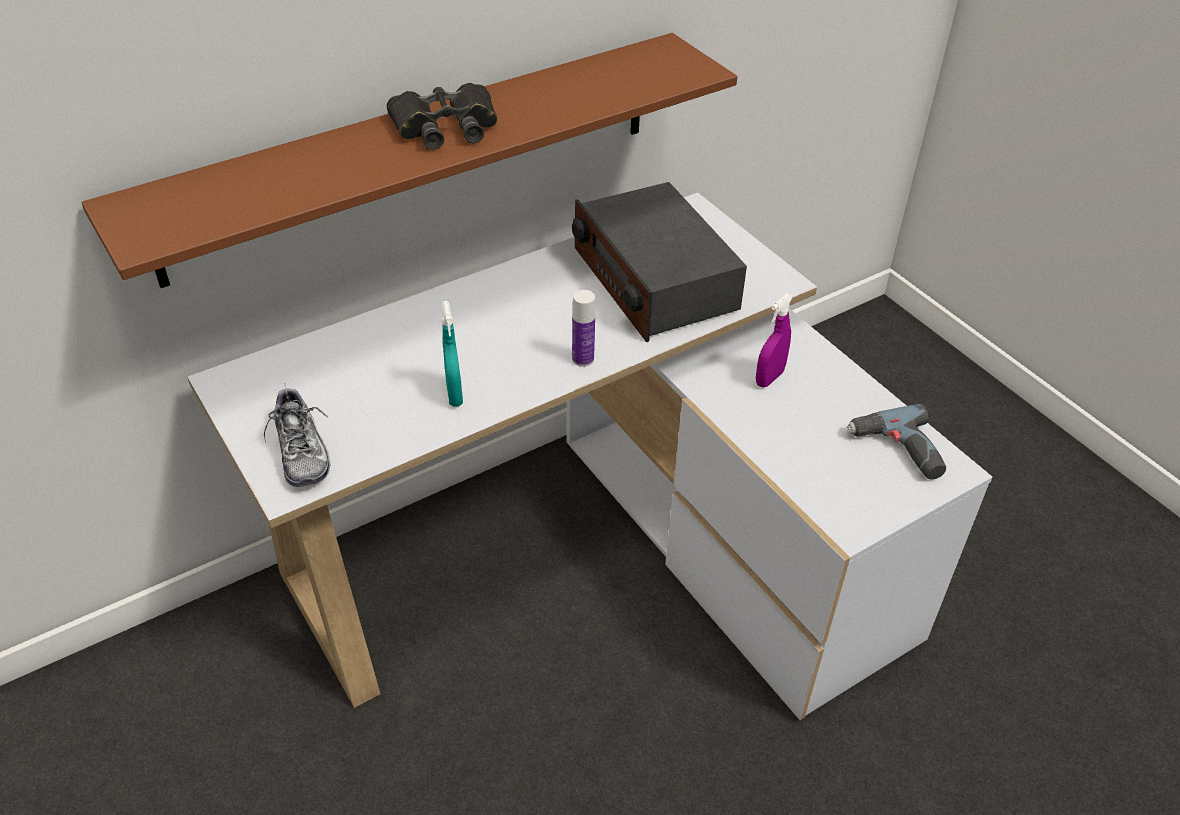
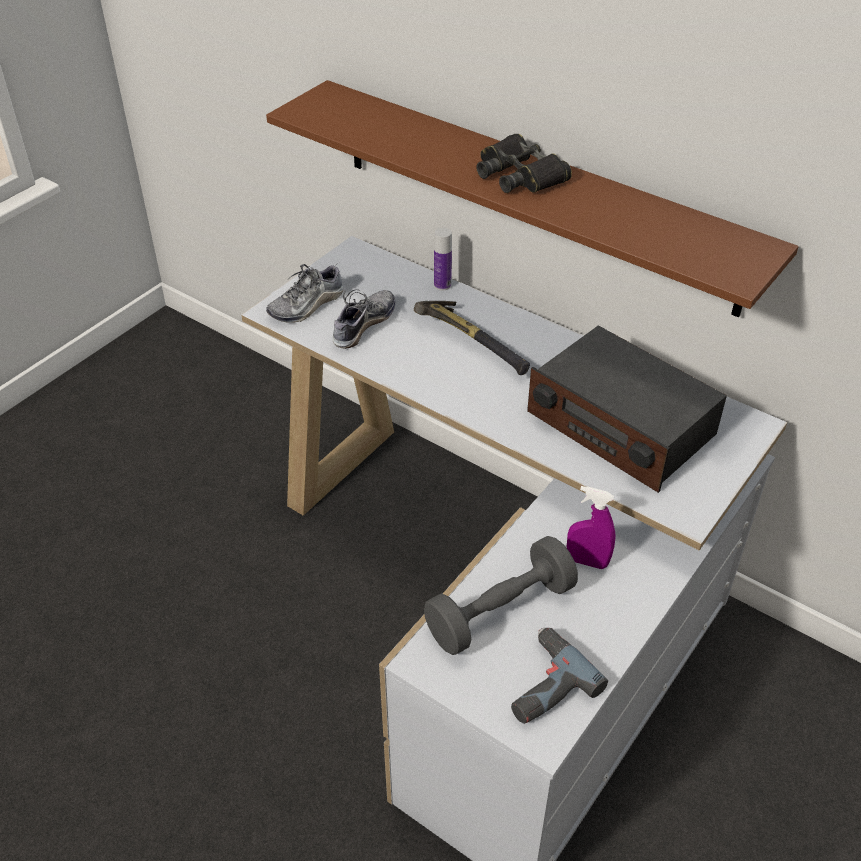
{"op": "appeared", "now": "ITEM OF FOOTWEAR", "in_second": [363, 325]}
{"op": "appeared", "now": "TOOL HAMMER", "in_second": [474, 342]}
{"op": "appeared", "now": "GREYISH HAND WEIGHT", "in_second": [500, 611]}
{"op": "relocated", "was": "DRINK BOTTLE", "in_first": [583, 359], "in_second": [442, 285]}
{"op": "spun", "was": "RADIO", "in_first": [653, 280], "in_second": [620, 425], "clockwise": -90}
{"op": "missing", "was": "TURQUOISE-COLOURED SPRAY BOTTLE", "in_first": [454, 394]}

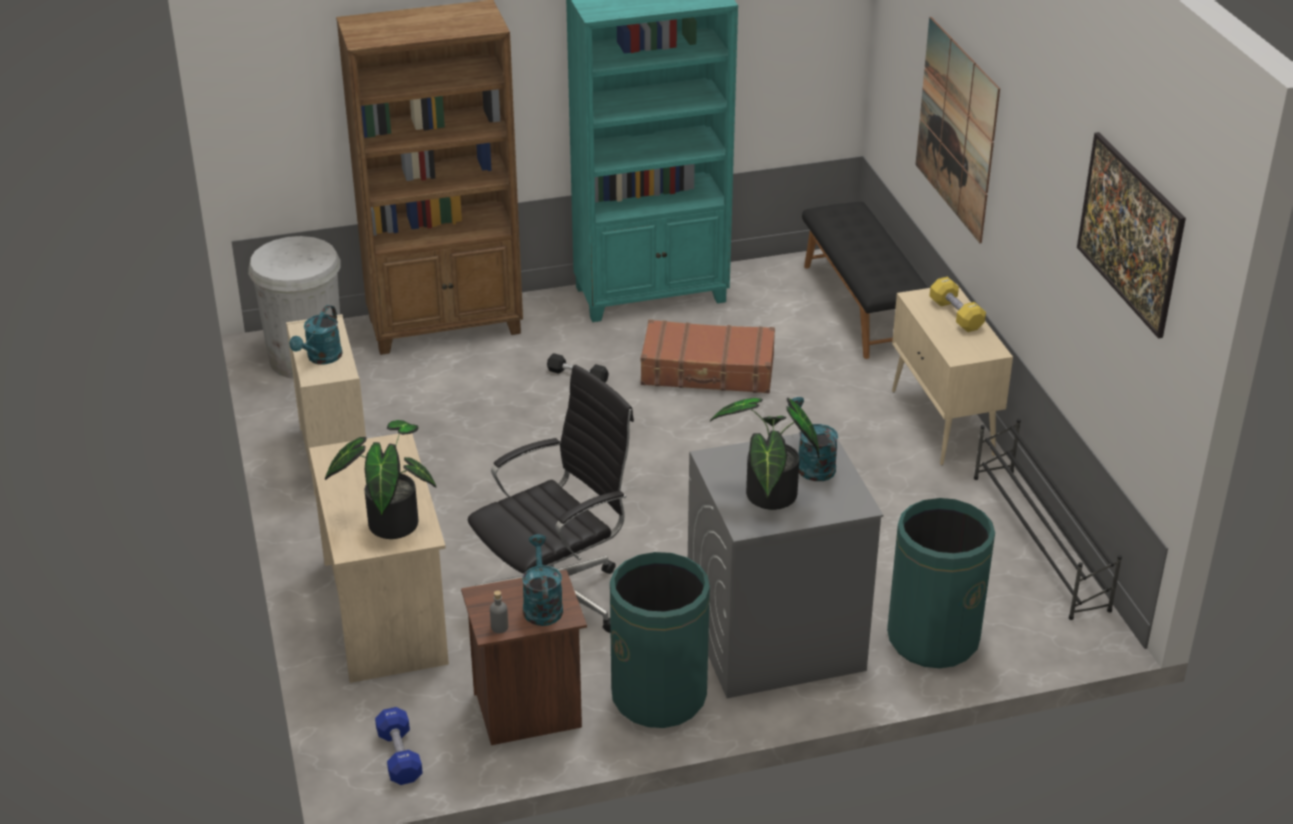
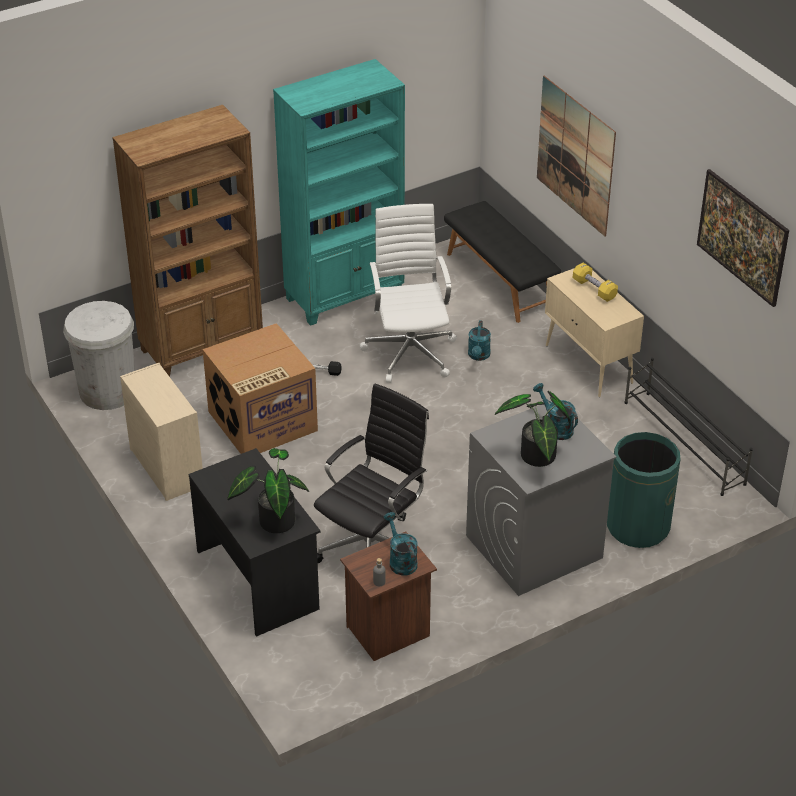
{"op": "colour", "was": "BEIGE-COLOURED DESK", "now": "BLACK-COLOURED DESK", "in_first": [387, 611], "in_second": [258, 578]}
{"op": "appeared", "now": "PACKING BOX", "in_second": [262, 422]}
{"op": "exchanged", "was": "BROWNISH TRAVEL CASE", "now": "WHITE OFFICE CHAIR", "in_first": [708, 371], "in_second": [410, 351]}
{"op": "relocated", "was": "TURQUOISE-COLOURED WATERING POT", "in_first": [321, 358], "in_second": [478, 356]}
{"op": "missing", "was": "BLUISH HAND WEIGHT", "in_first": [399, 756]}
{"op": "missing", "was": "GREENISH RUBBISH BIN", "in_first": [659, 696]}

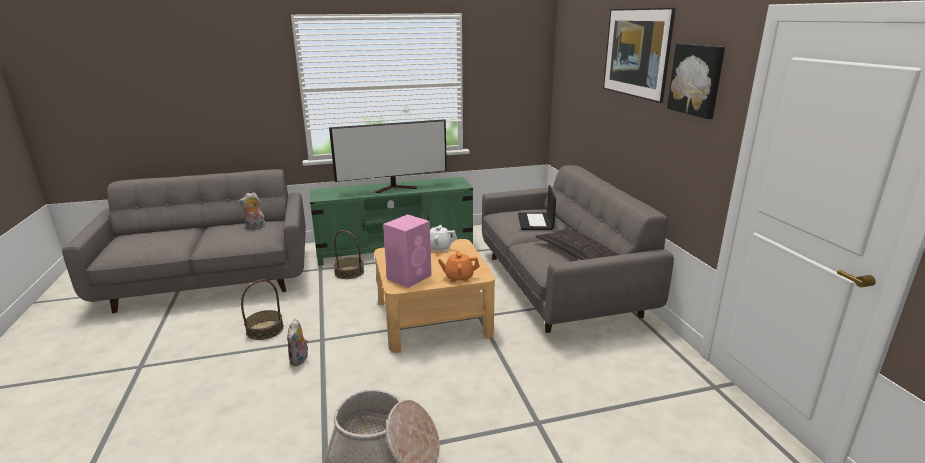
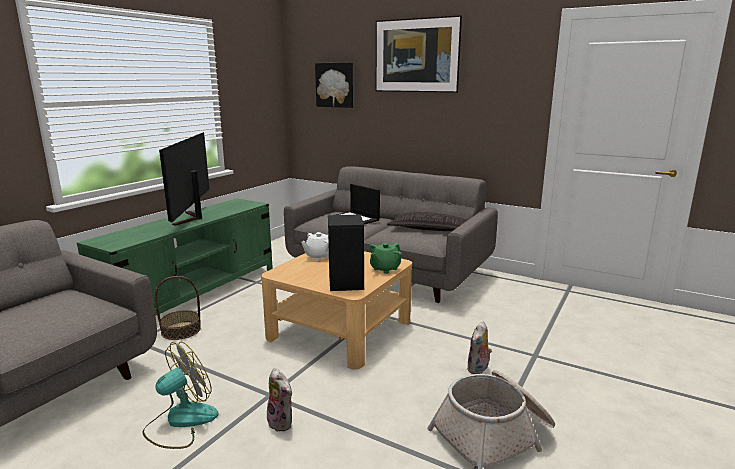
{"op": "exchanged", "was": "HOUSEHOLD BASKET", "now": "FAN", "in_first": [265, 330], "in_second": [180, 421]}
{"op": "spun", "was": "TV", "in_first": [396, 188], "in_second": [191, 219], "clockwise": 150}
{"op": "relocated", "was": "WALL PICTURE", "in_first": [696, 80], "in_second": [335, 85]}
{"op": "colour", "was": "PINK AUDIO SPEAKER", "now": "BLACK-COLOURED AUDIO SPEAKER", "in_first": [410, 277], "in_second": [346, 282]}
{"op": "colour", "was": "ORANGE-COLOURED TEAPOT", "now": "GREENISH TEAPOT", "in_first": [458, 277], "in_second": [385, 269]}
{"op": "relocated", "was": "PLUSH TOY", "in_first": [255, 227], "in_second": [478, 369]}

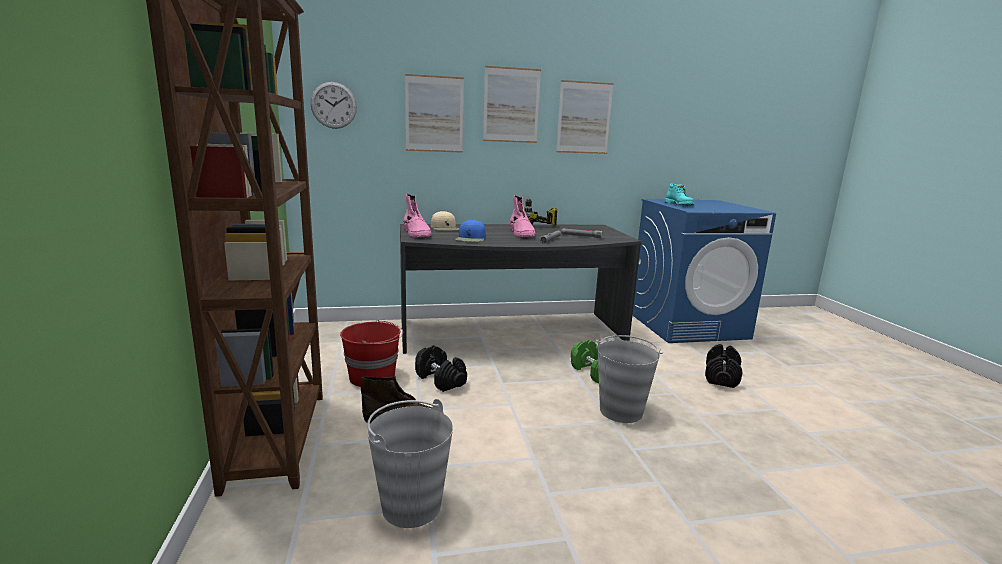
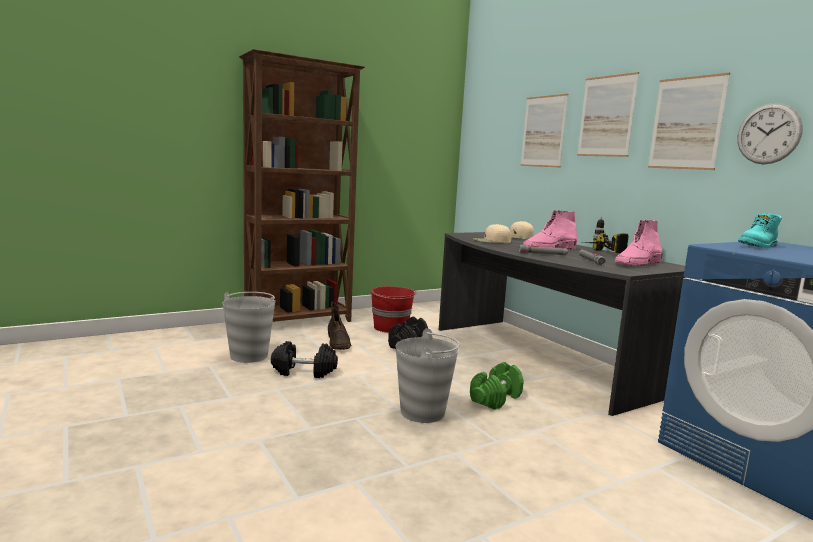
{"op": "relocated", "was": "BLACK-COLOURED HAND WEIGHT", "in_first": [721, 377], "in_second": [304, 372]}
{"op": "colour", "was": "BLUISH PEAKED CAP", "now": "BEIGE-COLOURED PEAKED CAP", "in_first": [471, 238], "in_second": [491, 241]}
{"op": "relocated", "was": "PINK HIGH-TOP BOOT", "in_first": [417, 234], "in_second": [637, 264]}
{"op": "relocated", "was": "CLOCK ON THE WALL", "in_first": [333, 105], "in_second": [768, 134]}

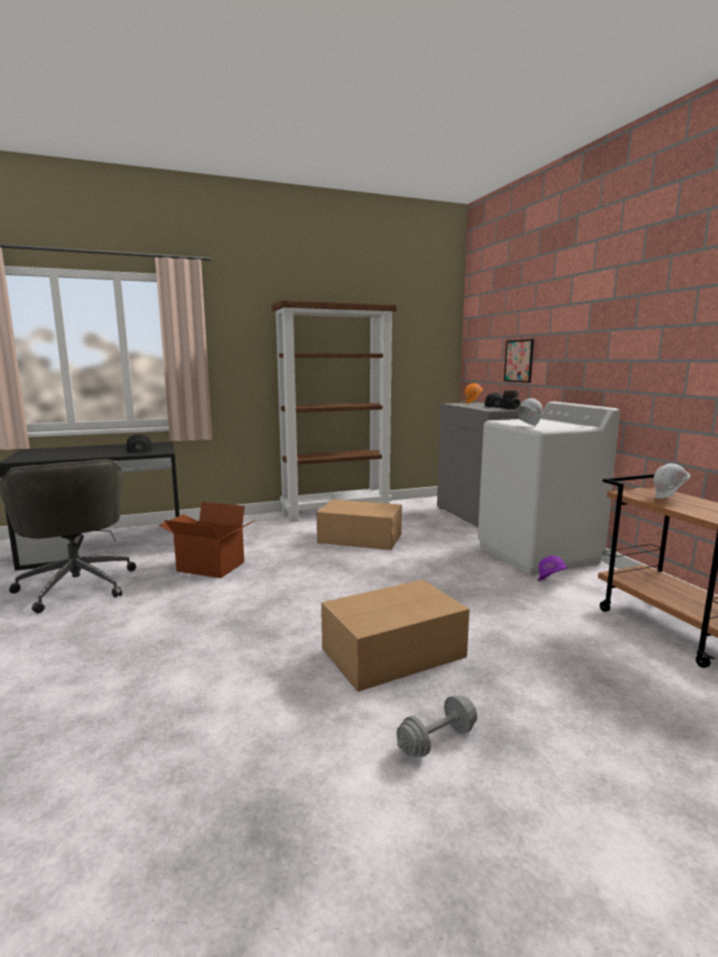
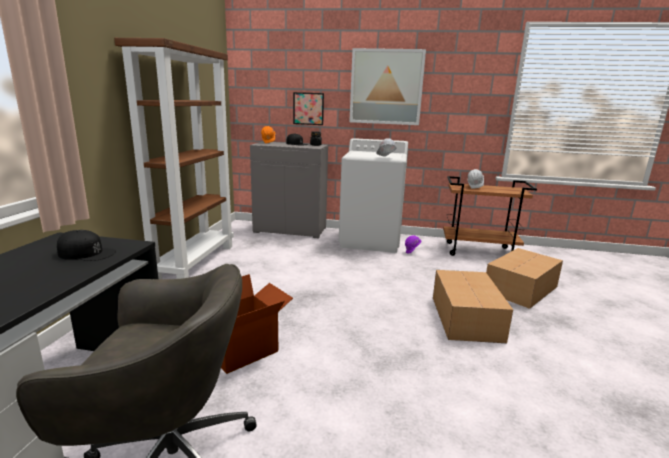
{"op": "appeared", "now": "WALL PICTURE", "in_second": [386, 87]}
{"op": "relocated", "was": "PACKING BOX", "in_first": [359, 538], "in_second": [519, 289]}
{"op": "missing", "was": "GREYISH HAND WEIGHT", "in_first": [437, 741]}

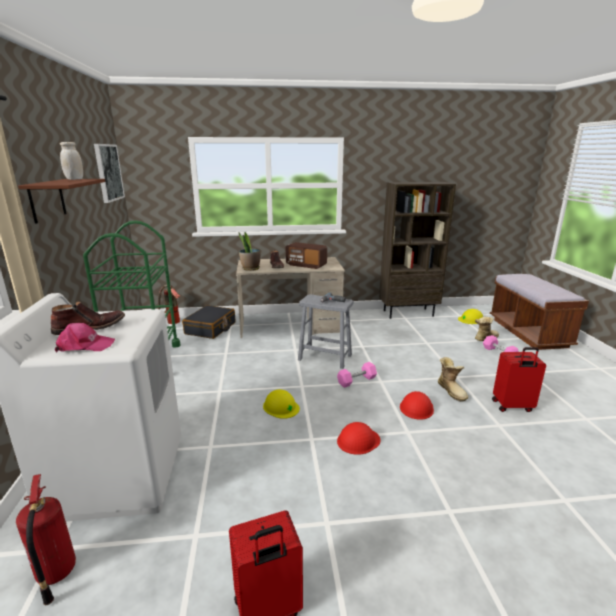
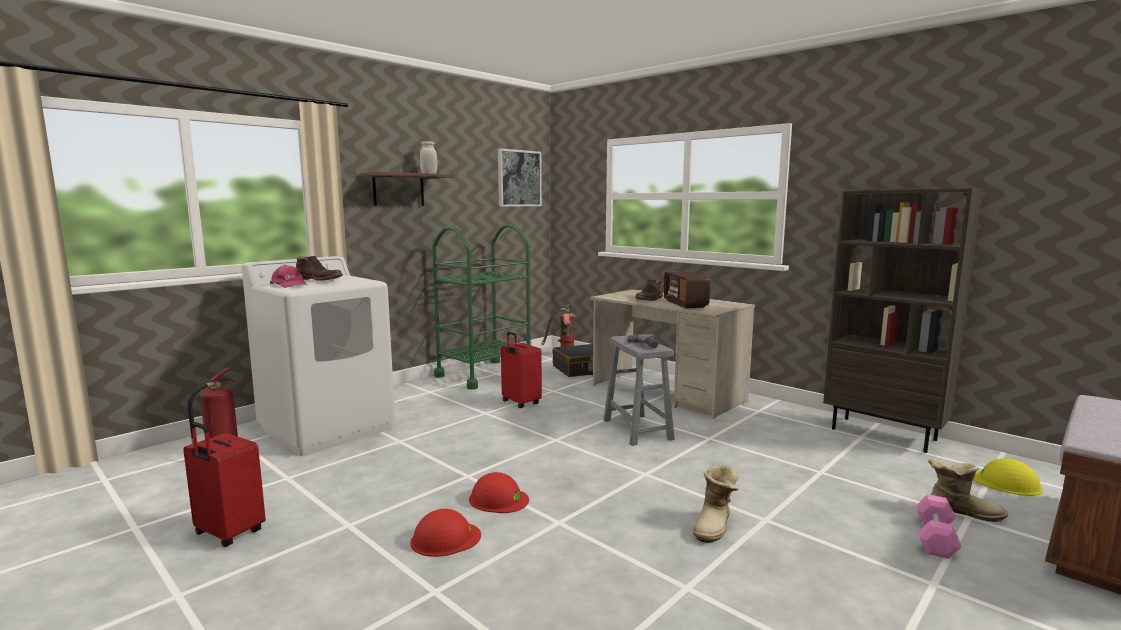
{"op": "relocated", "was": "RED WORK HELMET", "in_first": [416, 407], "in_second": [445, 538]}
{"op": "relocated", "was": "RED TRAVEL CASE", "in_first": [512, 406], "in_second": [520, 403]}
{"op": "missing", "was": "PLANT IN A POT", "in_first": [250, 269]}
{"op": "missing", "was": "YELLOW WORK HELMET", "in_first": [281, 407]}
{"op": "missing", "was": "PINK HAND WEIGHT", "in_first": [356, 380]}

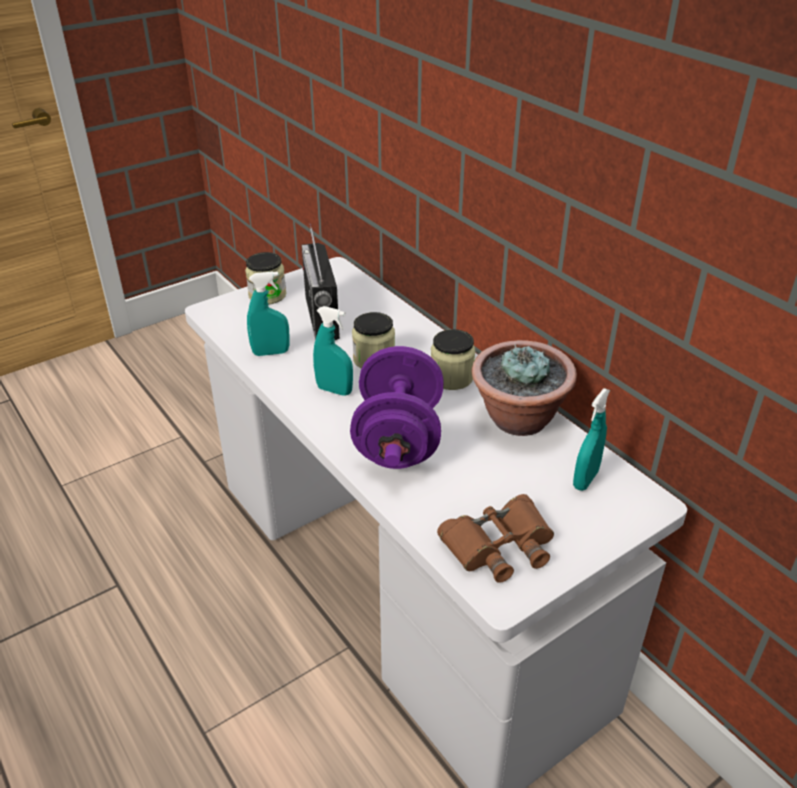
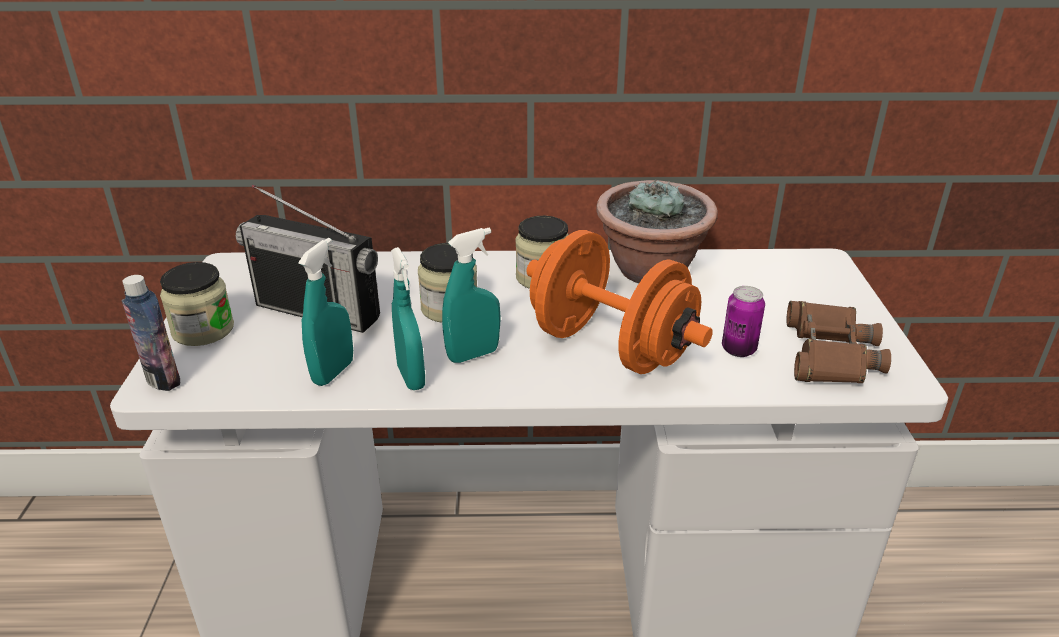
{"op": "appeared", "now": "DRINK BOTTLE", "in_second": [163, 380]}
{"op": "relocated", "was": "TURQUOISE-COLOURED SPRAY BOTTLE", "in_first": [585, 479], "in_second": [411, 377]}
{"op": "colour", "was": "PURPLISH HAND WEIGHT", "now": "ORANGE-COLOURED HAND WEIGHT", "in_first": [398, 439], "in_second": [610, 347]}
{"op": "appeared", "now": "SEALED CAN", "in_second": [738, 349]}

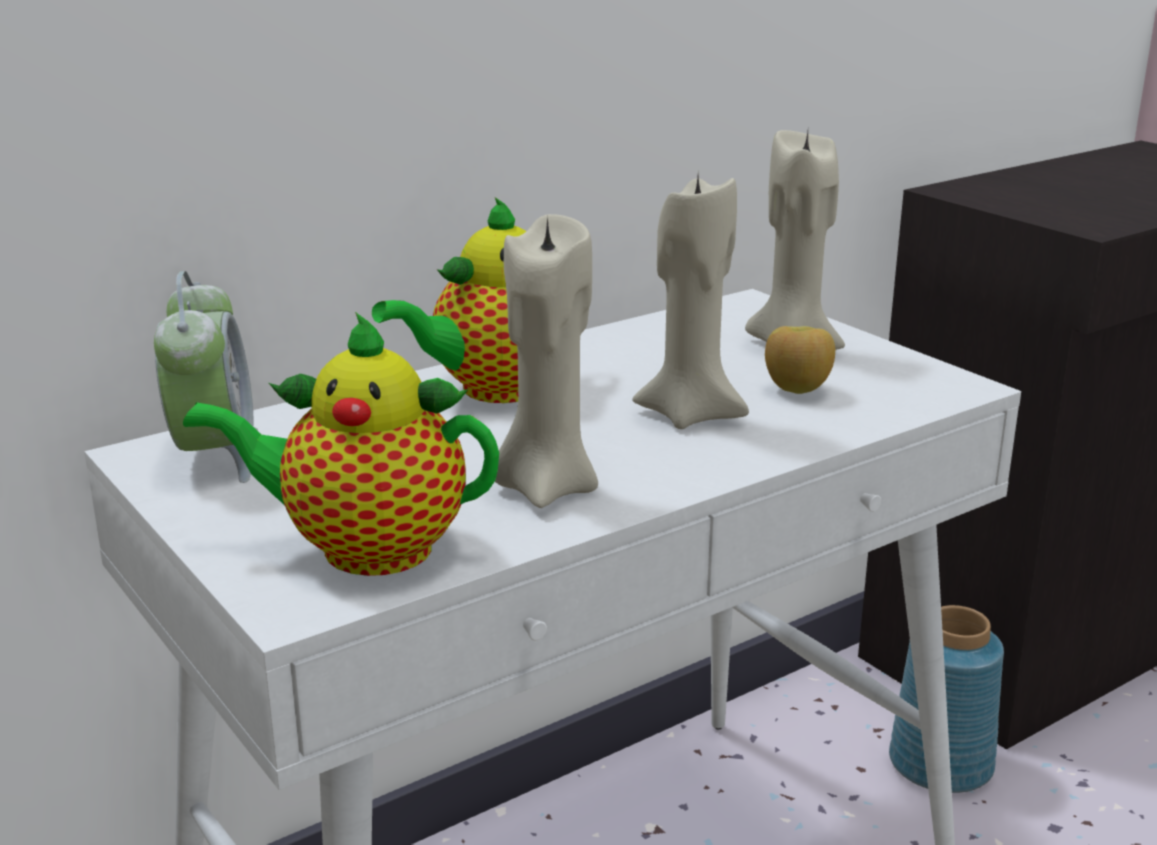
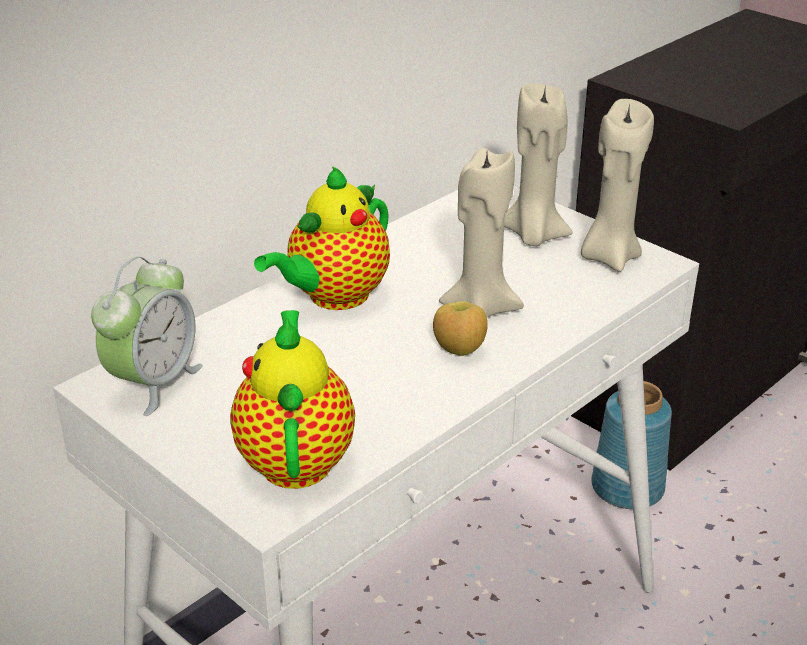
{"op": "spun", "was": "BEDSIDE CLOCK", "in_first": [215, 456], "in_second": [154, 383], "clockwise": 45}
{"op": "spun", "was": "TEAPOT", "in_first": [364, 549], "in_second": [296, 457], "clockwise": 90}
{"op": "relocated", "was": "APPLE", "in_first": [797, 390], "in_second": [459, 350]}
{"op": "relocated", "was": "BEIGE-COLOURED WAX LIGHT", "in_first": [546, 487], "in_second": [609, 257]}

